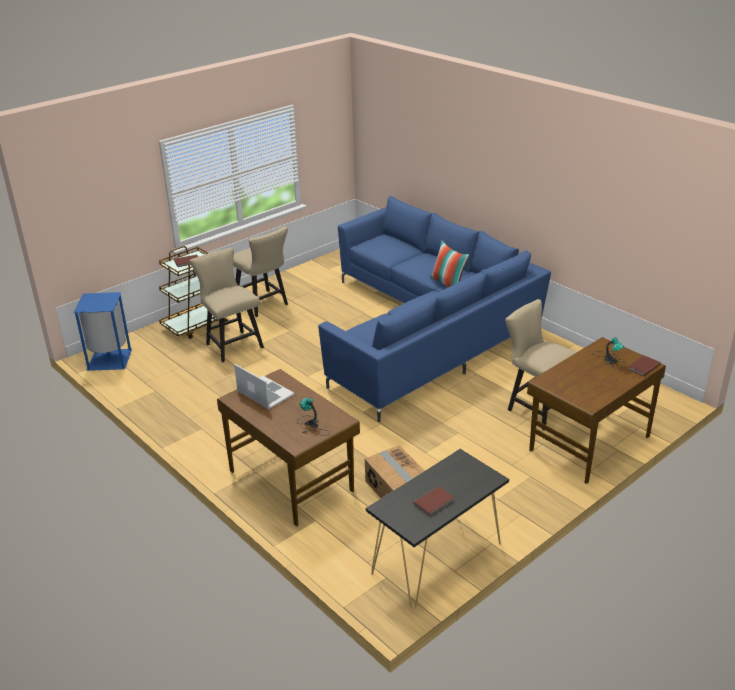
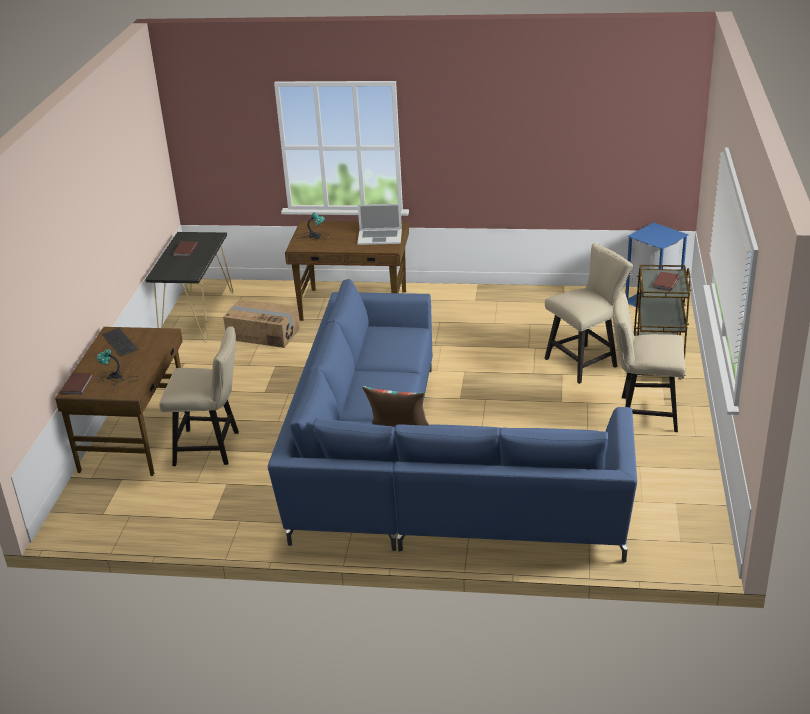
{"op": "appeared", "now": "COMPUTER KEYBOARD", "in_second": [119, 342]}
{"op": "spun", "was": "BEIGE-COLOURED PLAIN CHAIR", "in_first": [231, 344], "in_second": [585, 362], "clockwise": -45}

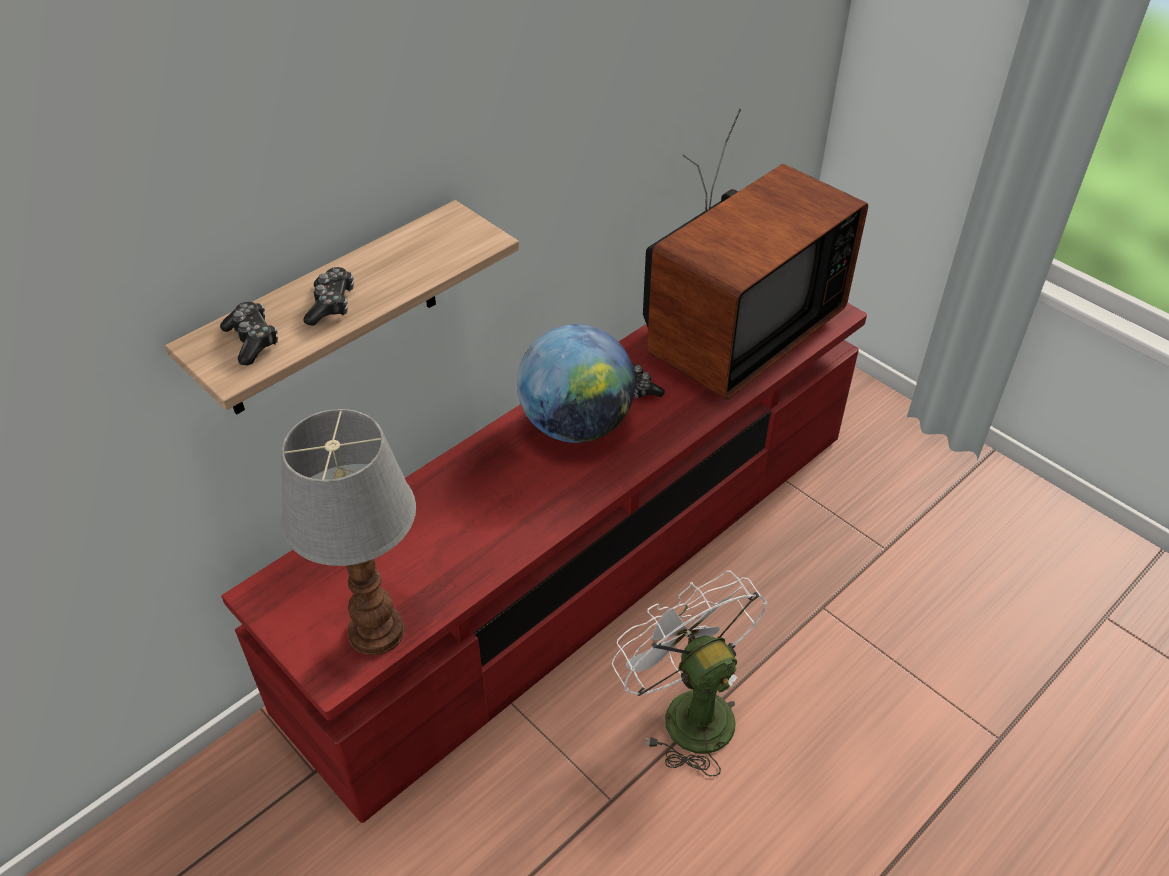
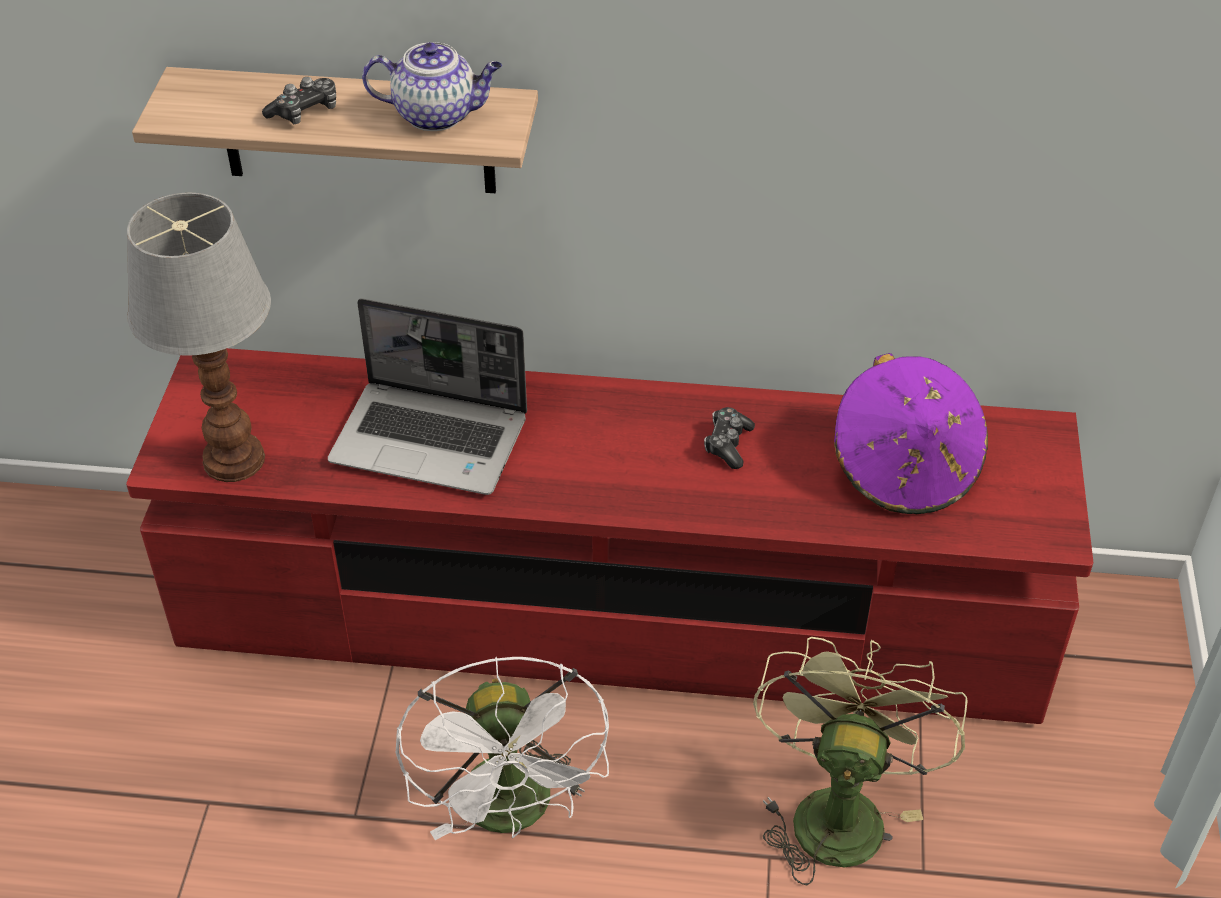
{"op": "appeared", "now": "NOTEBOOK COMPUTER", "in_second": [432, 439]}
{"op": "appeared", "now": "TEAPOT", "in_second": [437, 115]}
{"op": "spun", "was": "WHITE FAN", "in_first": [687, 710], "in_second": [513, 814], "clockwise": 150}
{"op": "appeared", "now": "GREENISH FAN", "in_second": [837, 808]}
{"op": "exchanged", "was": "TV", "now": "PURPLISH CLOTHING HAT", "in_first": [733, 333], "in_second": [905, 469]}
{"op": "missing", "was": "GAMEPAD", "in_first": [252, 340]}
{"op": "missing", "was": "WORLD GLOBE", "in_first": [576, 425]}

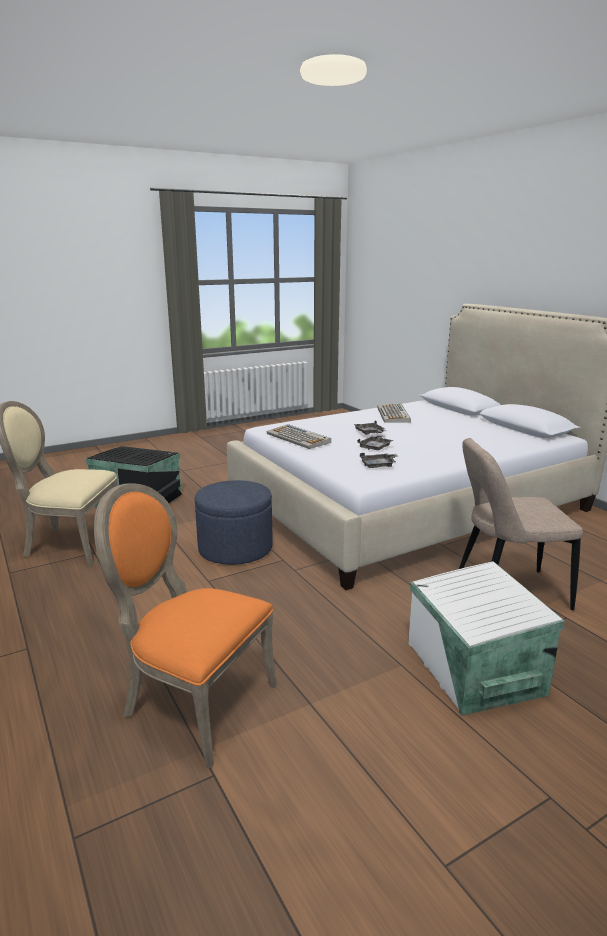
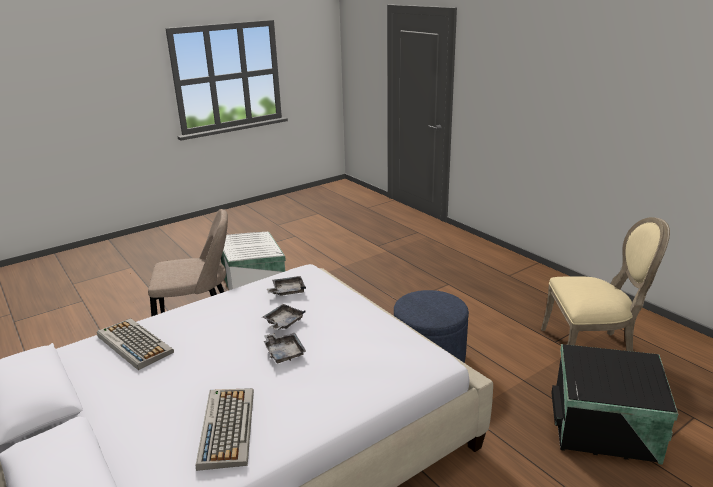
{"op": "relocated", "was": "COMPUTER KEYBOARD", "in_first": [299, 438], "in_second": [133, 344]}
{"op": "missing", "was": "ORANGE-COLOURED PLAIN CHAIR", "in_first": [193, 702]}

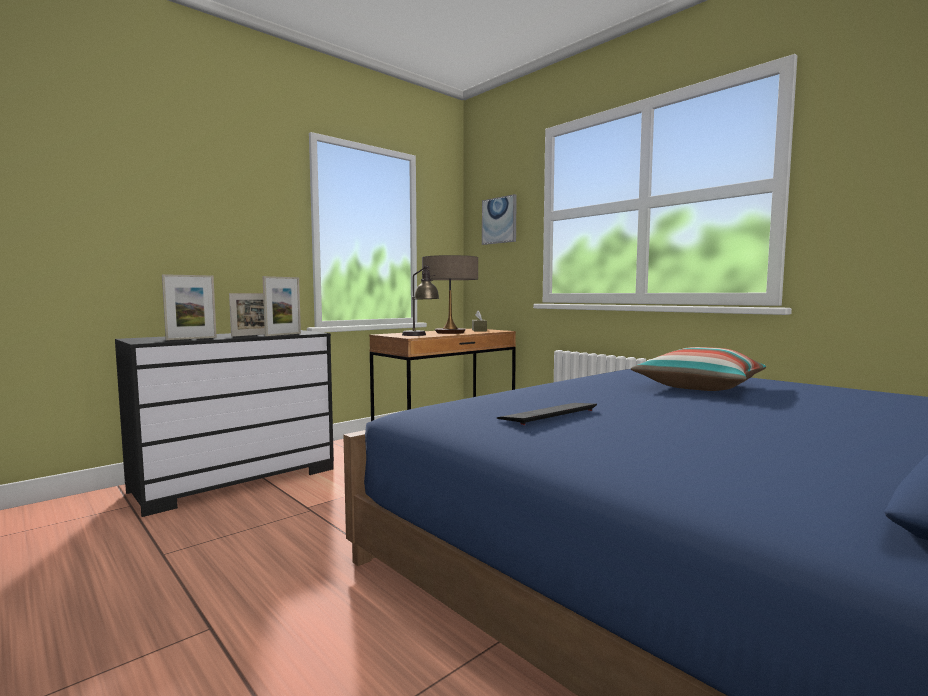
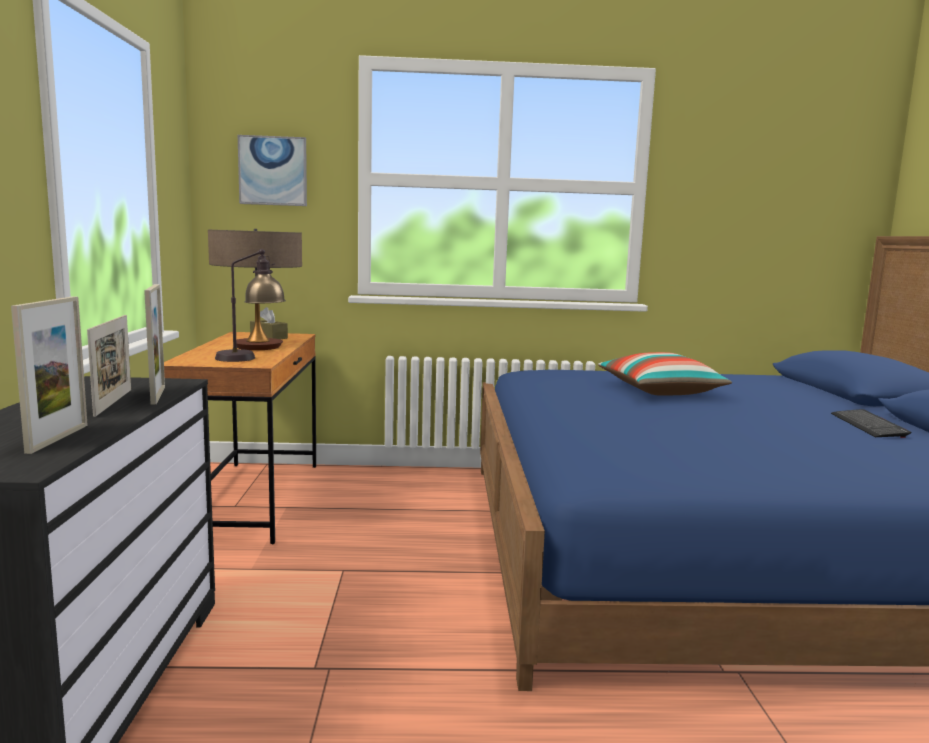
{"op": "relocated", "was": "COMPUTER KEYBOARD", "in_first": [548, 414], "in_second": [868, 425]}

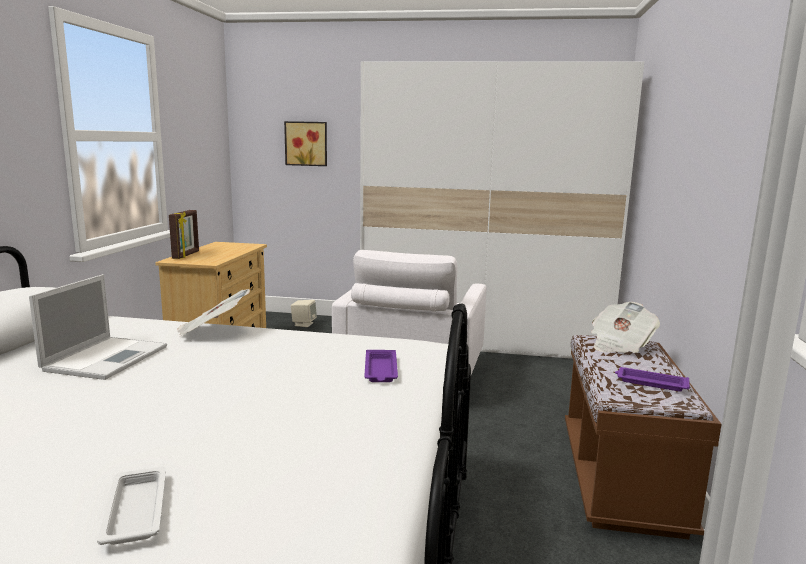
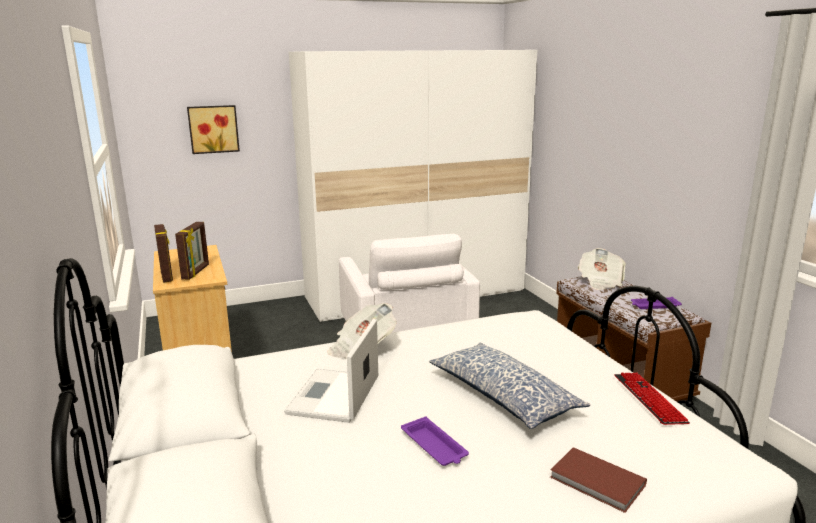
{"op": "appeared", "now": "STANDING FRAME", "in_second": [196, 272]}
{"op": "spun", "was": "NOTEBOOK COMPUTER", "in_first": [107, 357], "in_second": [333, 397], "clockwise": -150}
{"op": "relocated", "was": "PURPLISH SERVING TRAY", "in_first": [381, 370], "in_second": [434, 446]}
{"op": "appeared", "now": "CUSHION", "in_second": [502, 397]}
{"op": "exchanged", "was": "WHITE SERVING TRAY", "now": "BROWNISH BOOK", "in_first": [136, 509], "in_second": [597, 482]}
{"op": "appeared", "now": "COMPUTER KEYBOARD", "in_second": [649, 399]}
{"op": "missing", "was": "BEIGE-COLOURED AUDIO SPEAKER", "in_first": [304, 324]}

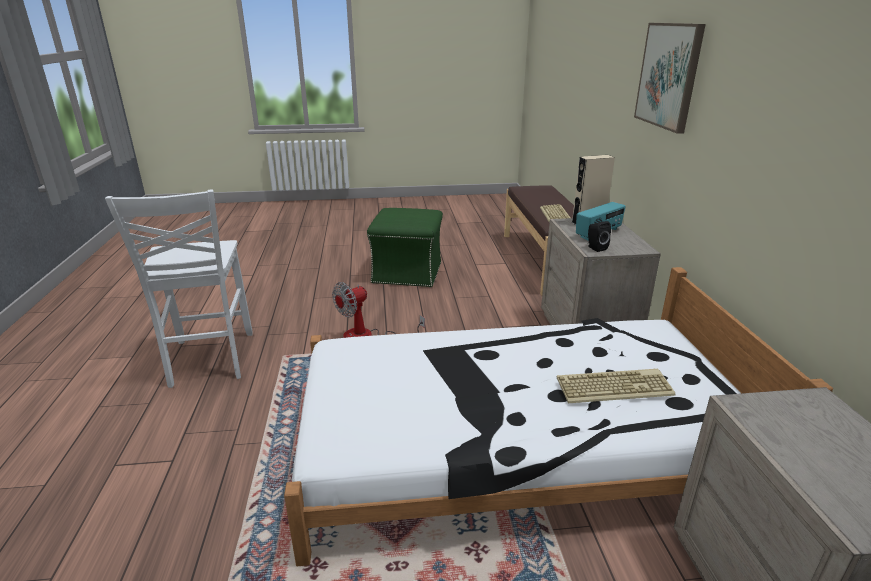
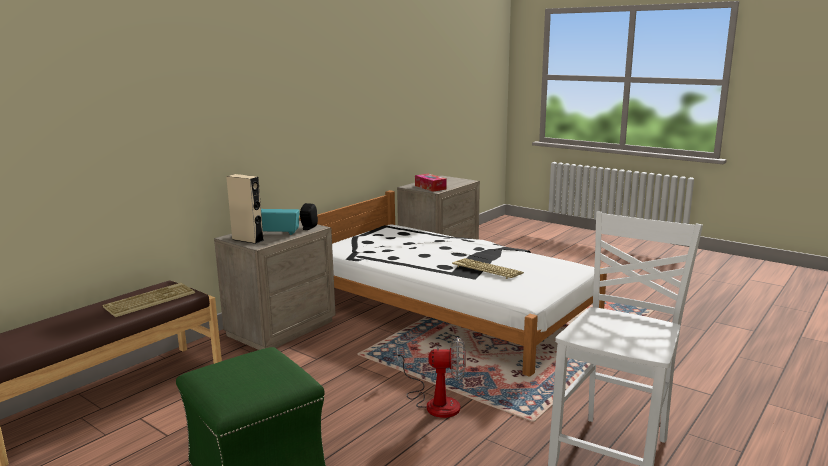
{"op": "appeared", "now": "BOX OF TISSUES", "in_second": [430, 187]}
{"op": "relocated", "was": "COMPUTER KEYBOARD", "in_first": [614, 386], "in_second": [486, 269]}
{"op": "missing", "was": "WALL PICTURE", "in_first": [669, 75]}

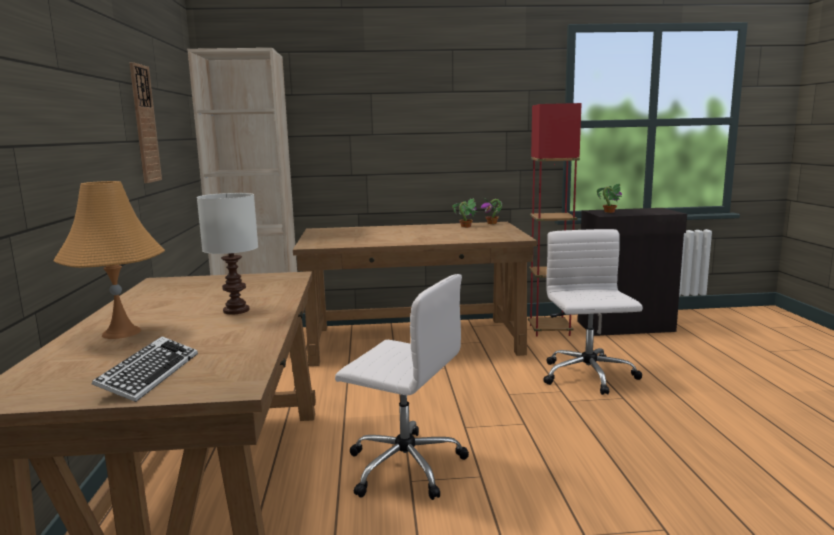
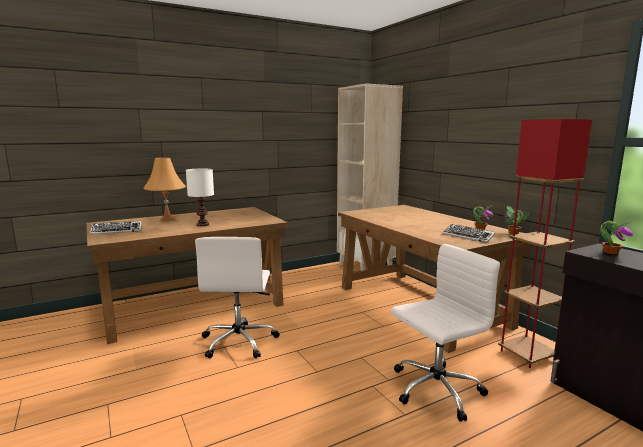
{"op": "appeared", "now": "COMPUTER KEYBOARD", "in_second": [468, 236]}
{"op": "missing", "was": "CLOCK ON THE WALL", "in_first": [144, 124]}

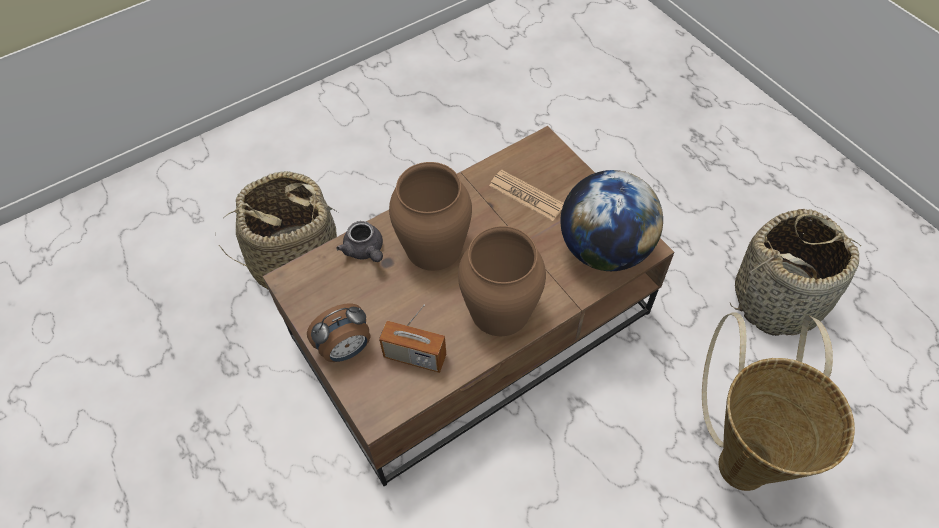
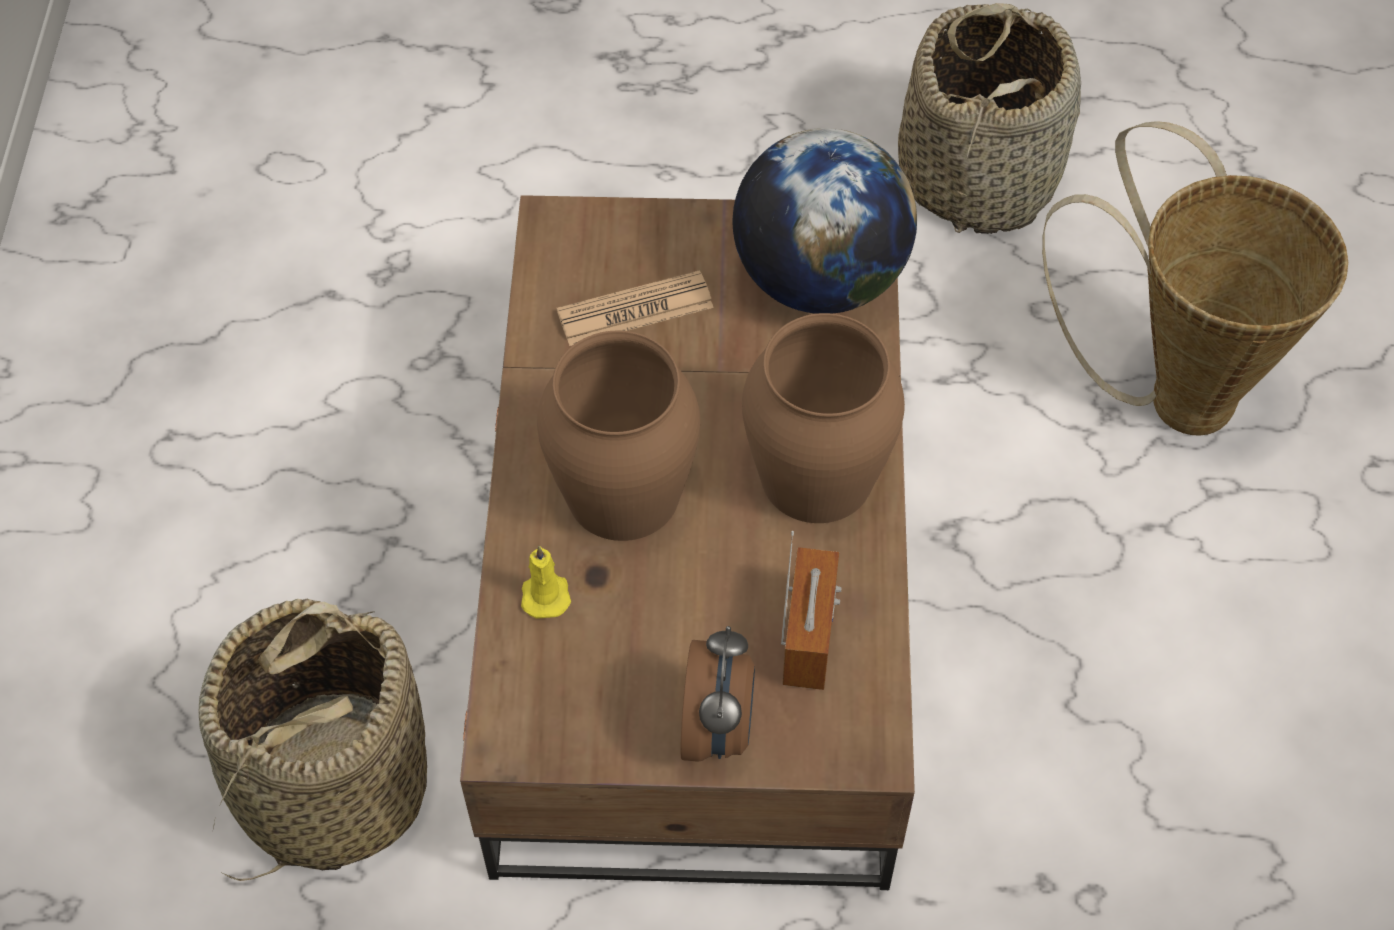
{"op": "exchanged", "was": "GREYISH TEAPOT", "now": "YELLOW WAX LIGHT", "in_first": [365, 251], "in_second": [545, 594]}
{"op": "spun", "was": "RADIO", "in_first": [415, 356], "in_second": [809, 638], "clockwise": -45}

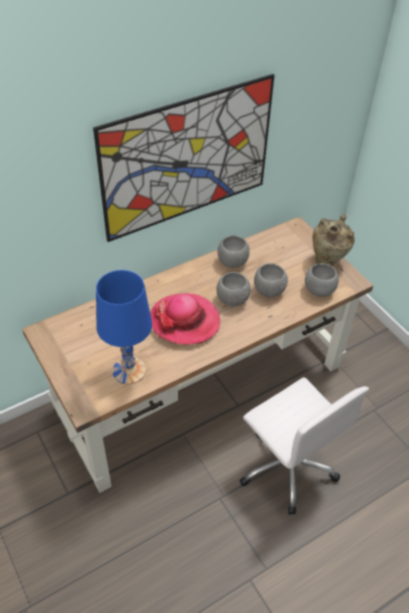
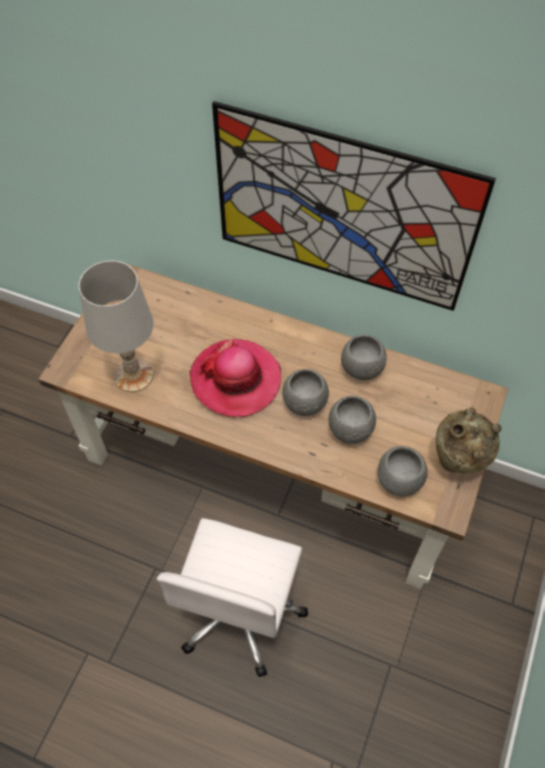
{"op": "colour", "was": "BLUISH LAMP FOR A TABLE", "now": "WHITE LAMP FOR A TABLE", "in_first": [128, 370], "in_second": [133, 374]}

